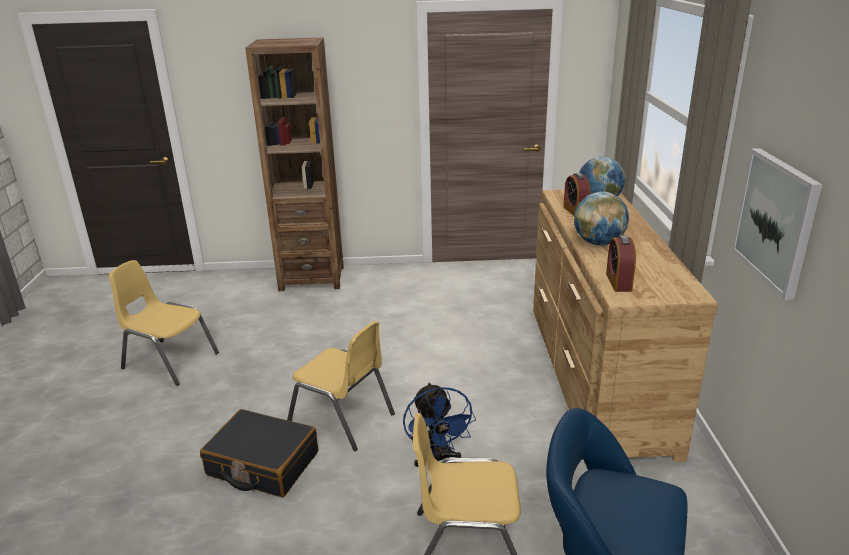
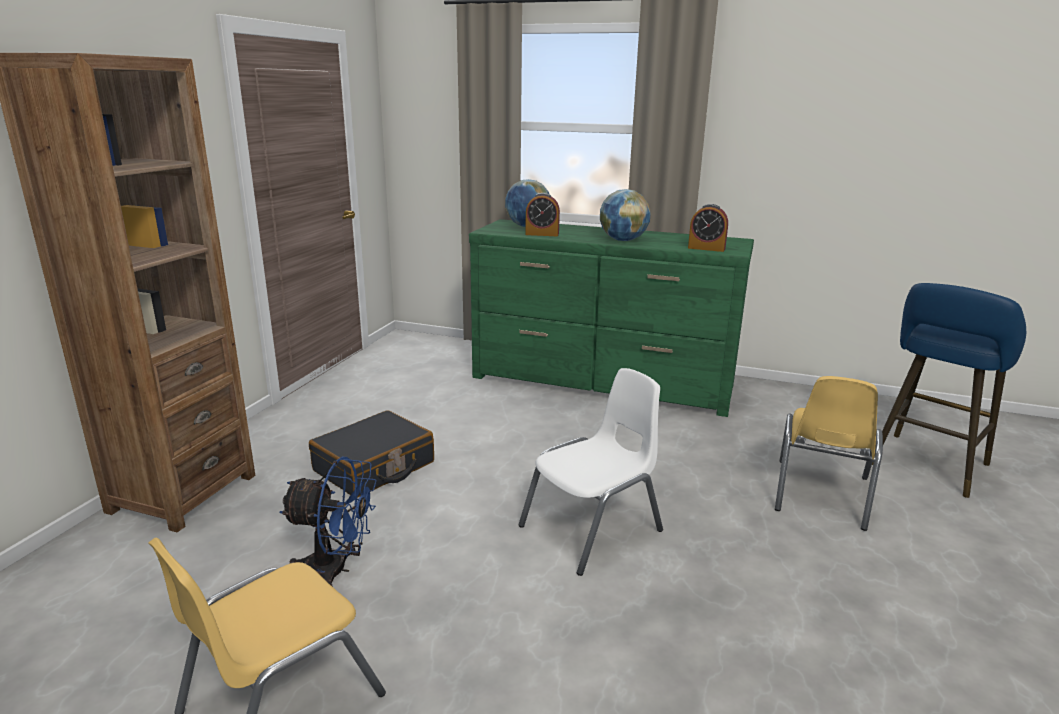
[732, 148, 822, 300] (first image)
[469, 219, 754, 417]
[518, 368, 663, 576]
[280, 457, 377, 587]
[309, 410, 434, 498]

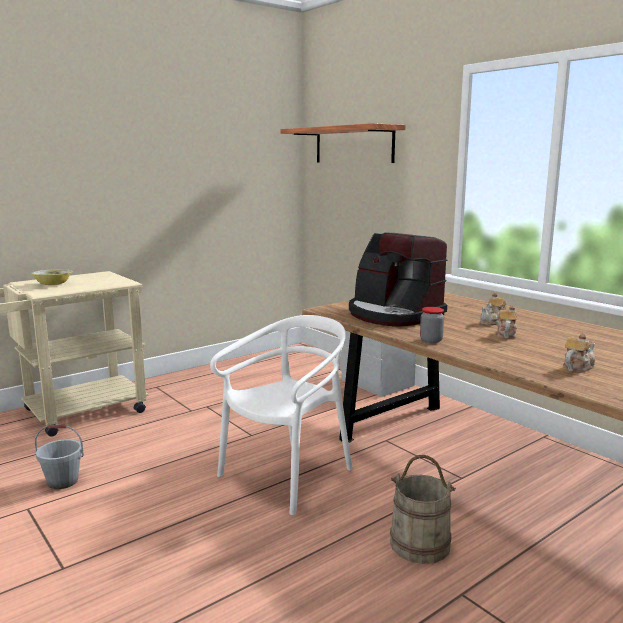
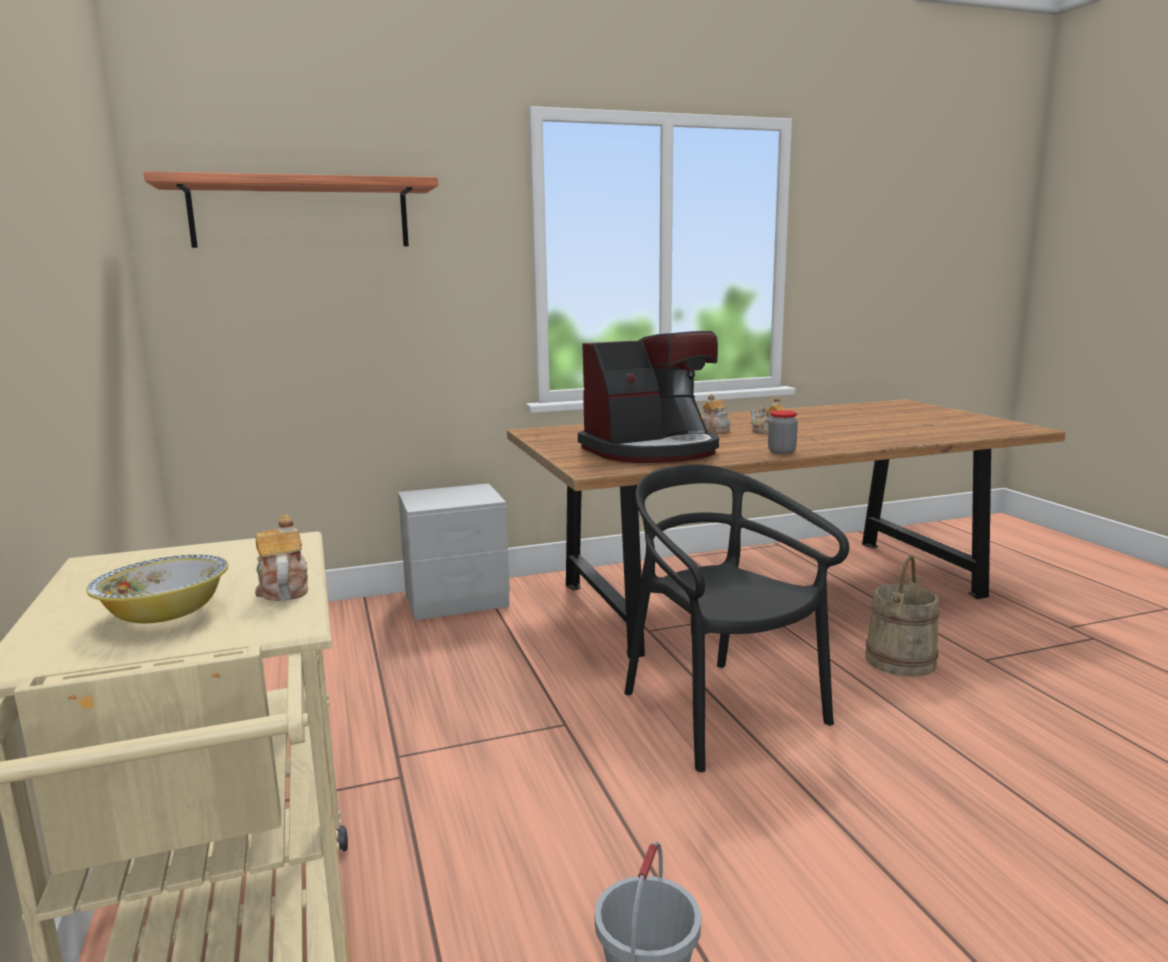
[625, 464, 849, 772]
[255, 515, 308, 601]

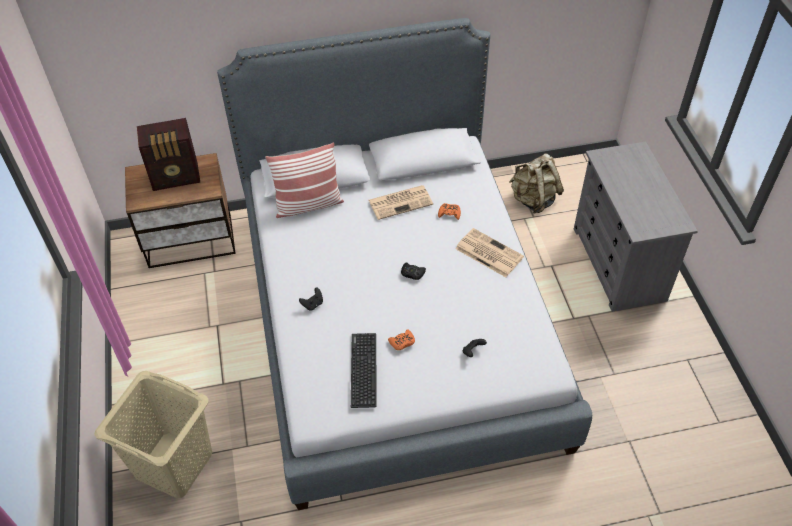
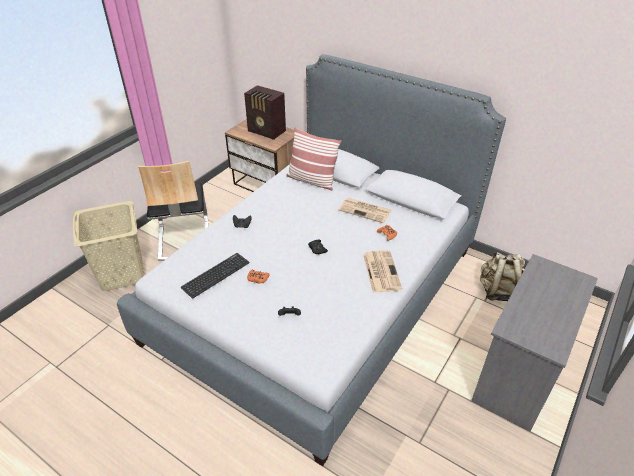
[138, 161, 209, 261]

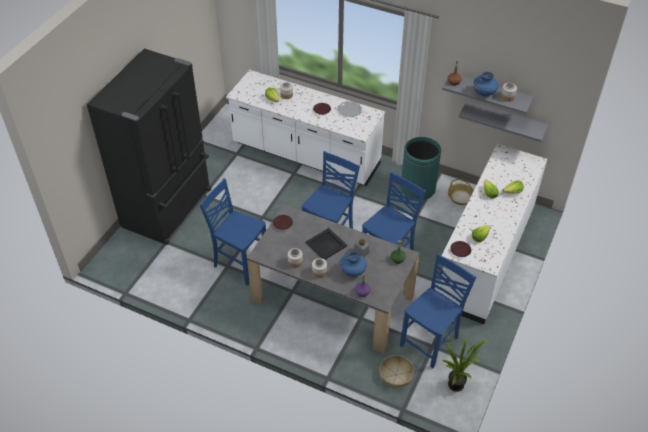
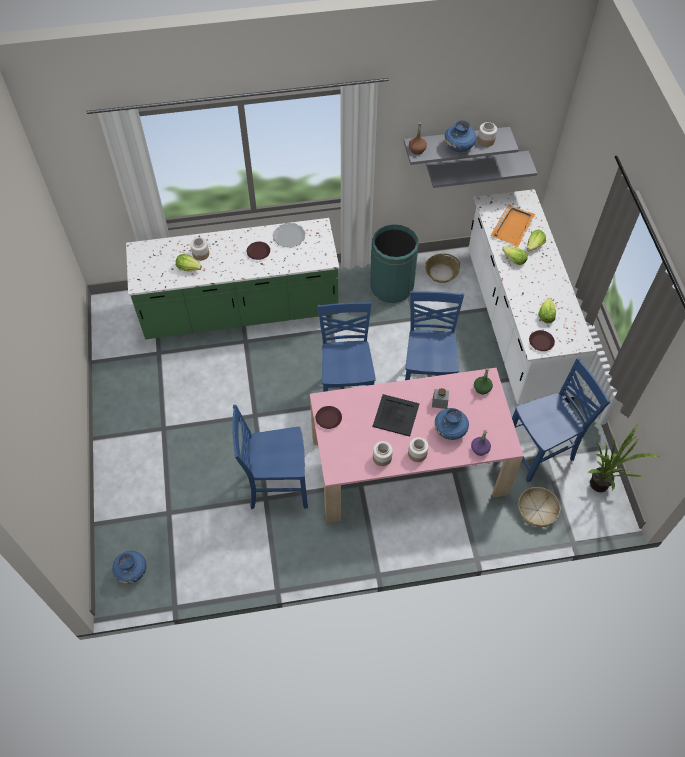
[87, 49, 211, 245] (first image)
[126, 218, 339, 339]
[310, 368, 523, 523]
[512, 357, 610, 482]
[491, 204, 535, 247]
[112, 551, 147, 584]

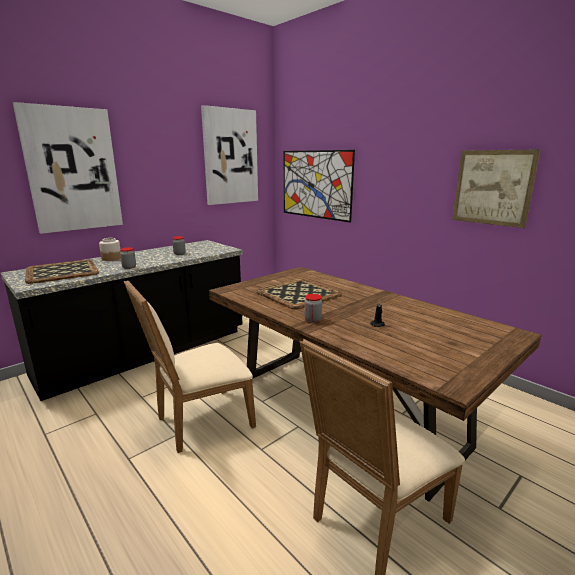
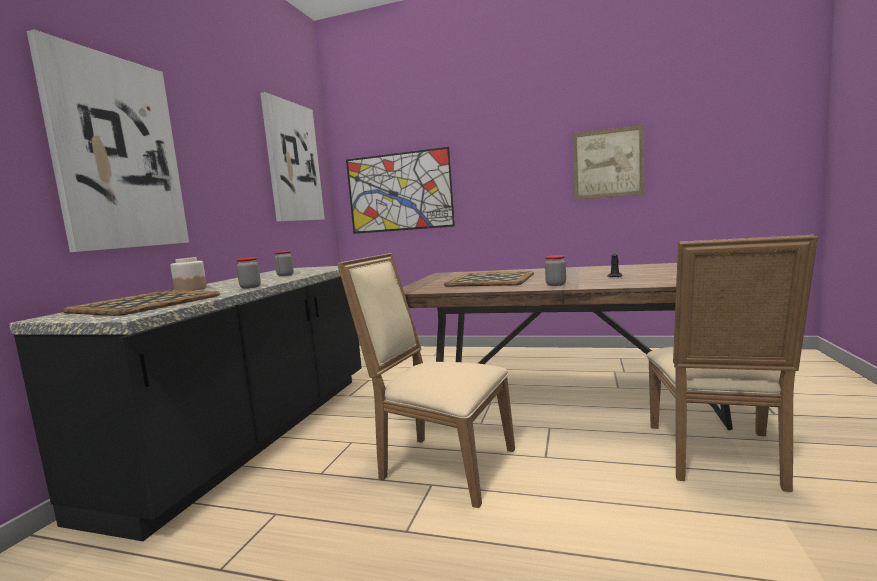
[337, 253, 515, 508]

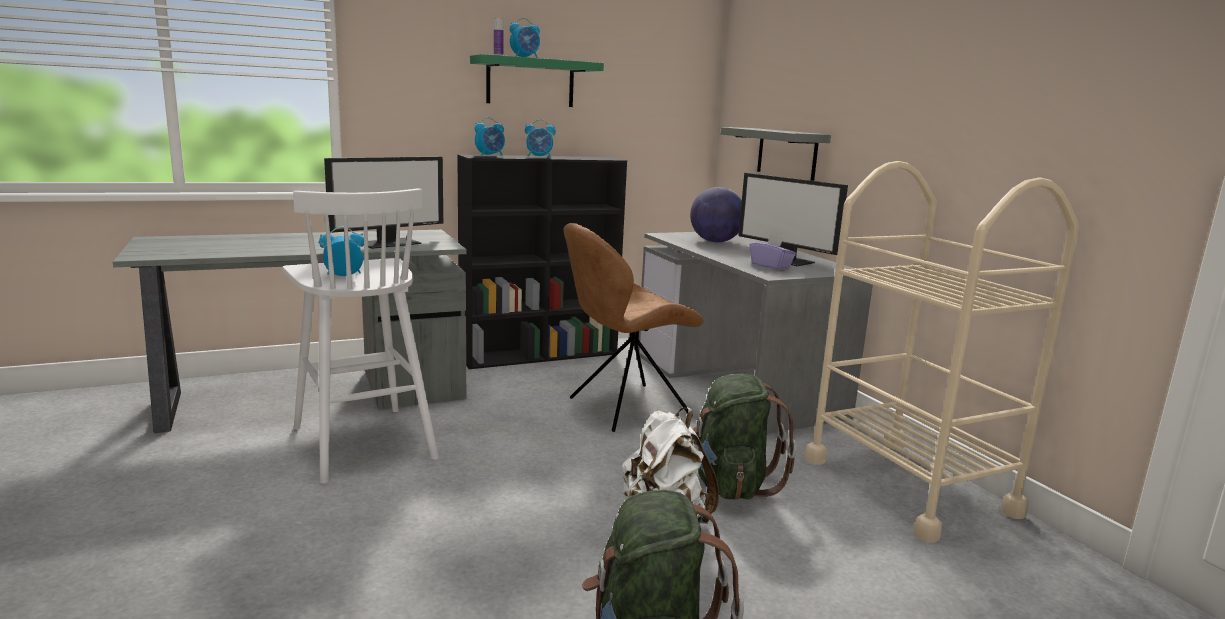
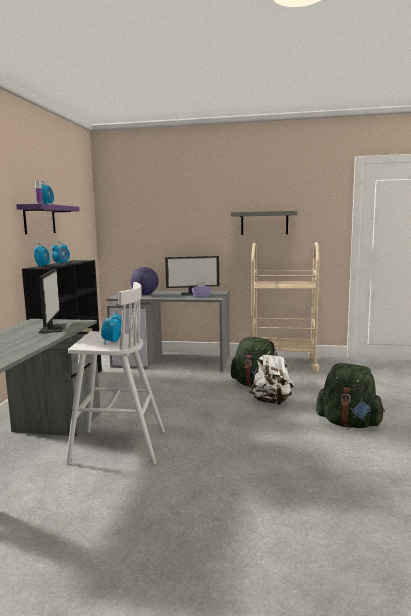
[16, 204, 79, 234]
[231, 211, 297, 235]
[564, 223, 704, 432] (first image)

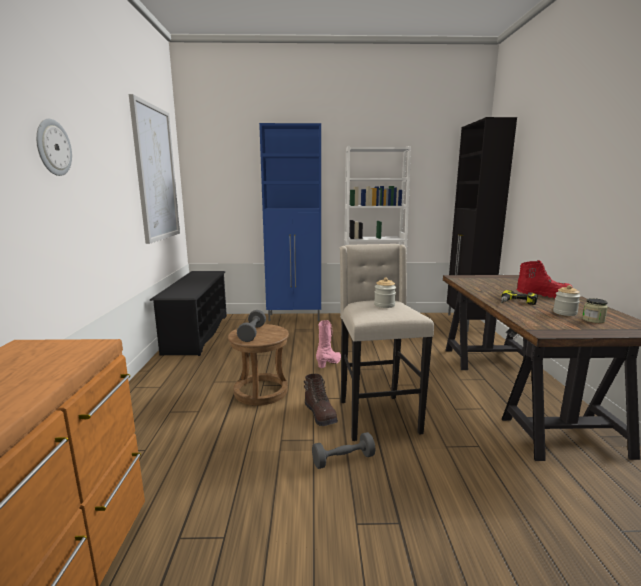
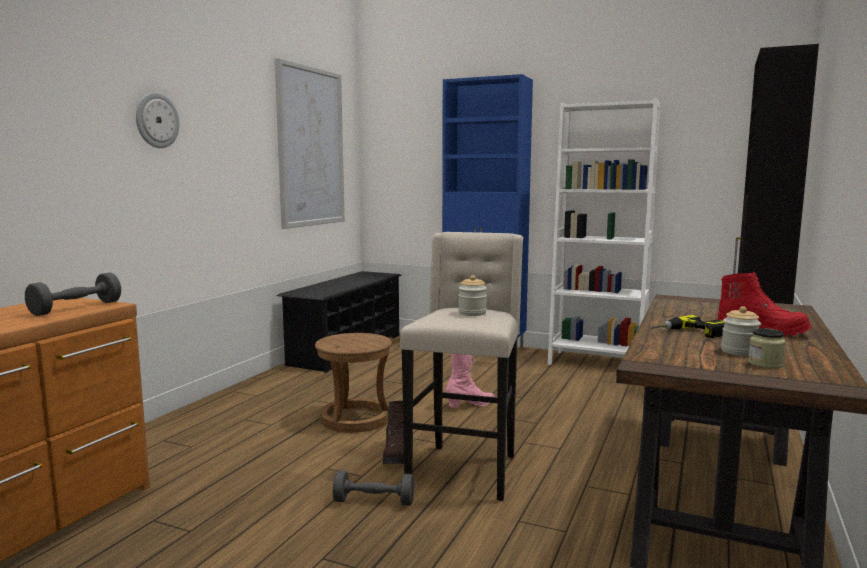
[25, 272, 121, 316]

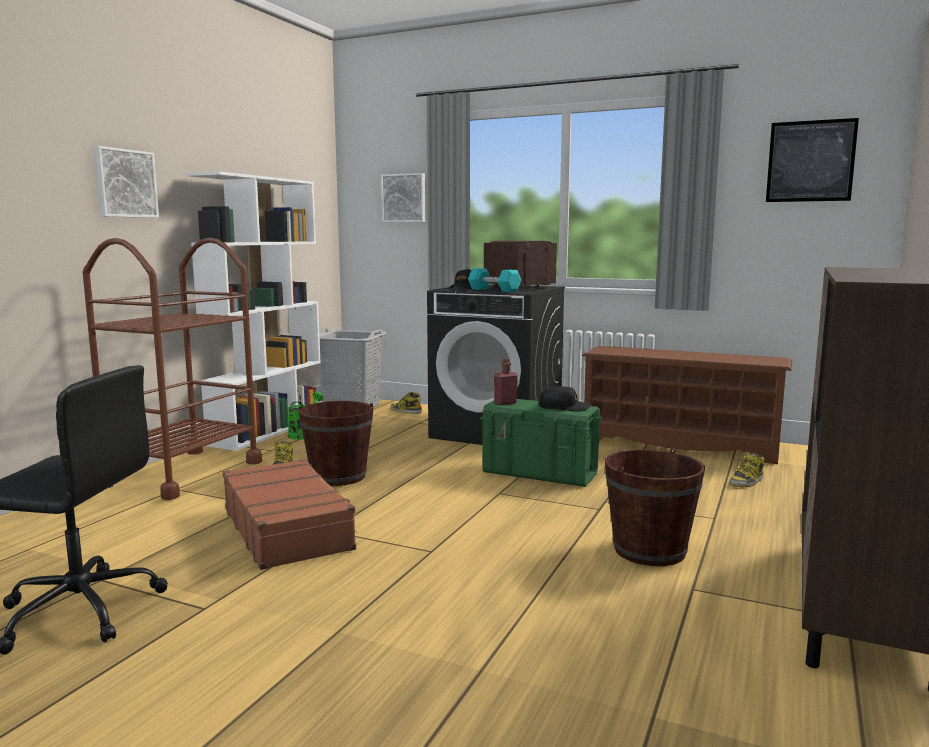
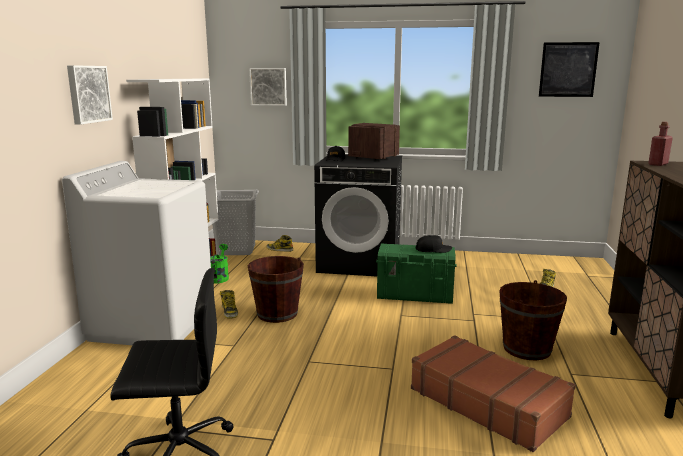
[62, 161, 211, 345]
[468, 268, 521, 292] (first image)
[582, 346, 792, 464] (first image)
[649, 122, 673, 166]
[411, 335, 576, 452]

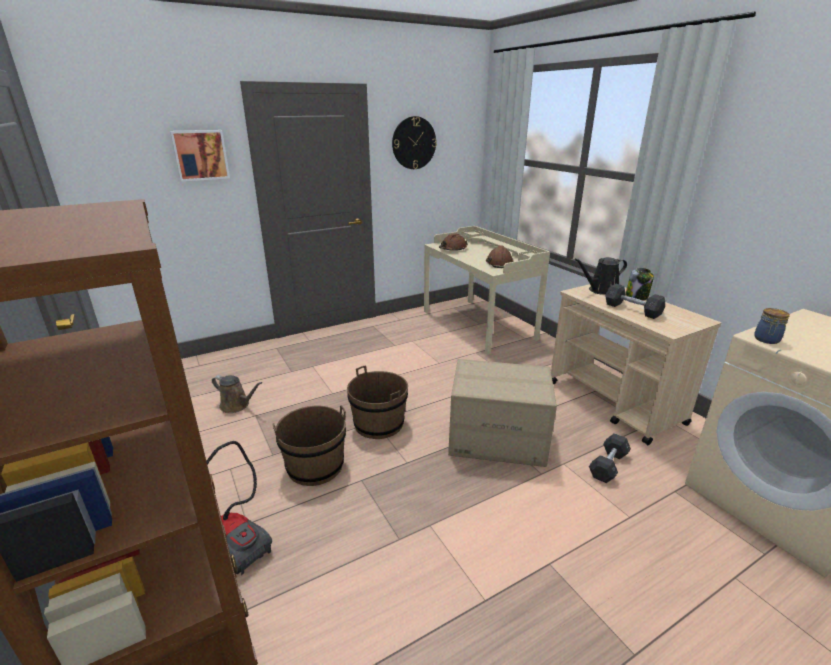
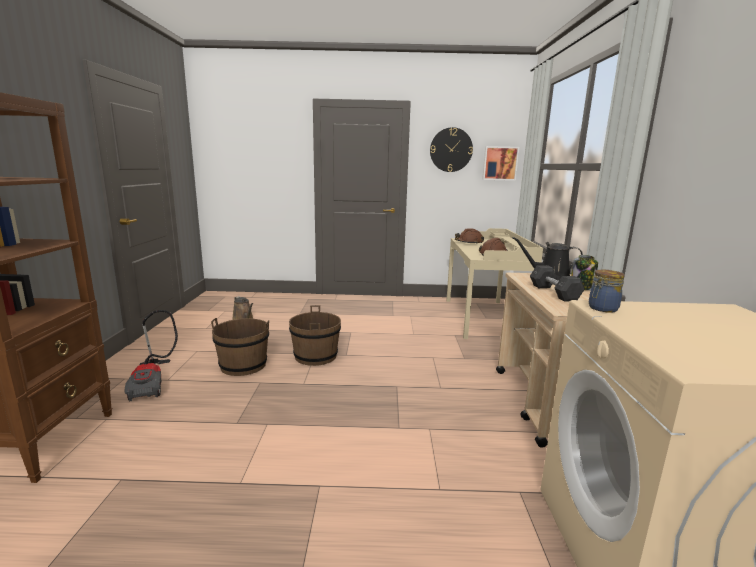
[482, 146, 519, 181]
[448, 359, 557, 467] (first image)
[589, 433, 631, 483] (first image)

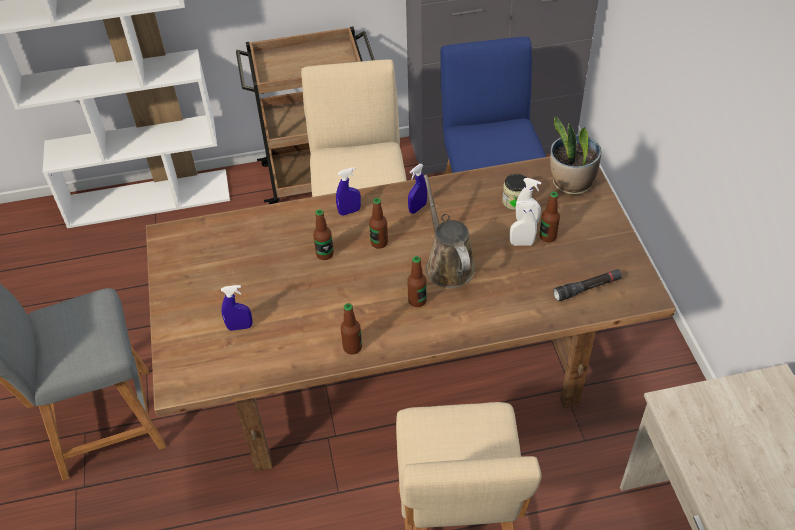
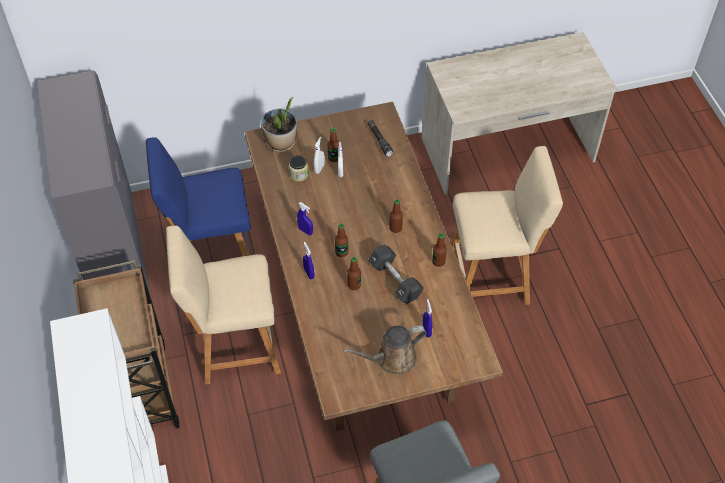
[343, 325, 426, 374]
[368, 245, 423, 304]

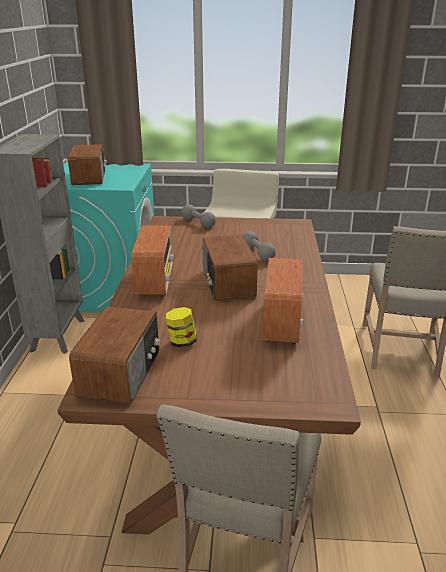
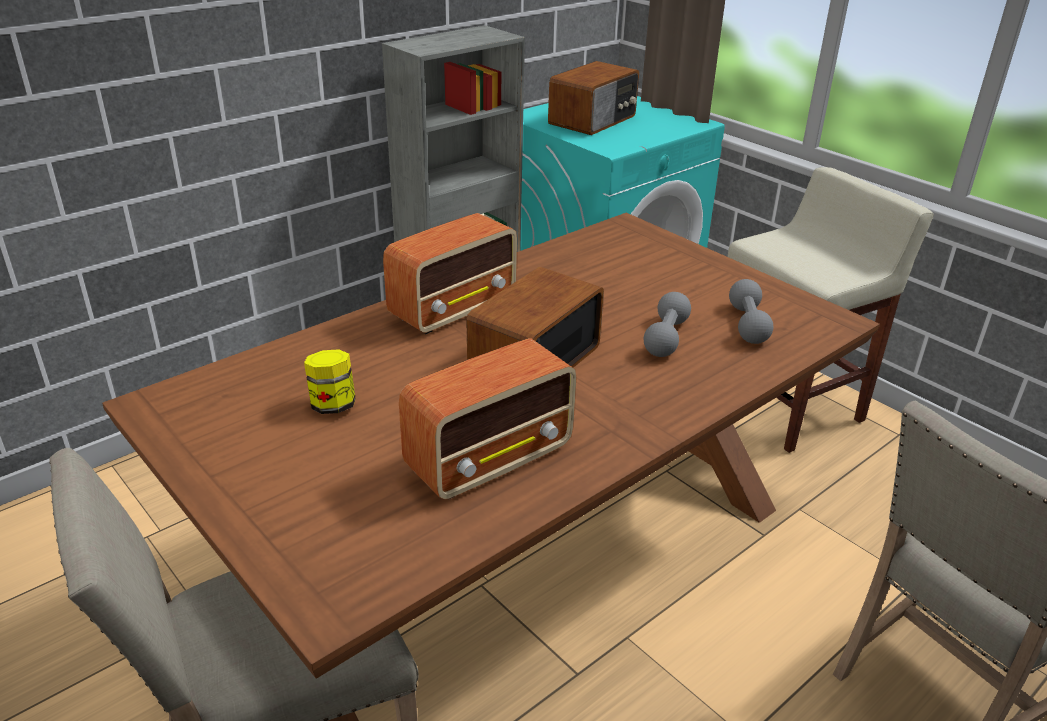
[729, 279, 773, 344]
[69, 306, 161, 405] (first image)

